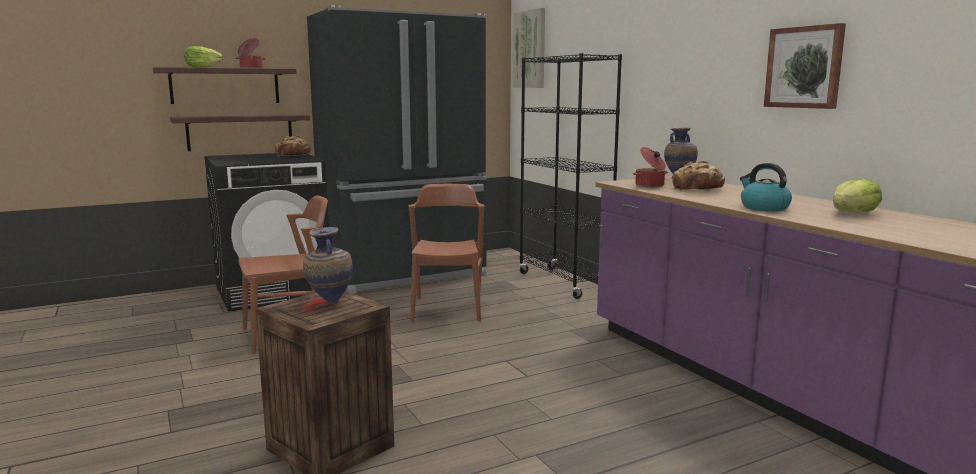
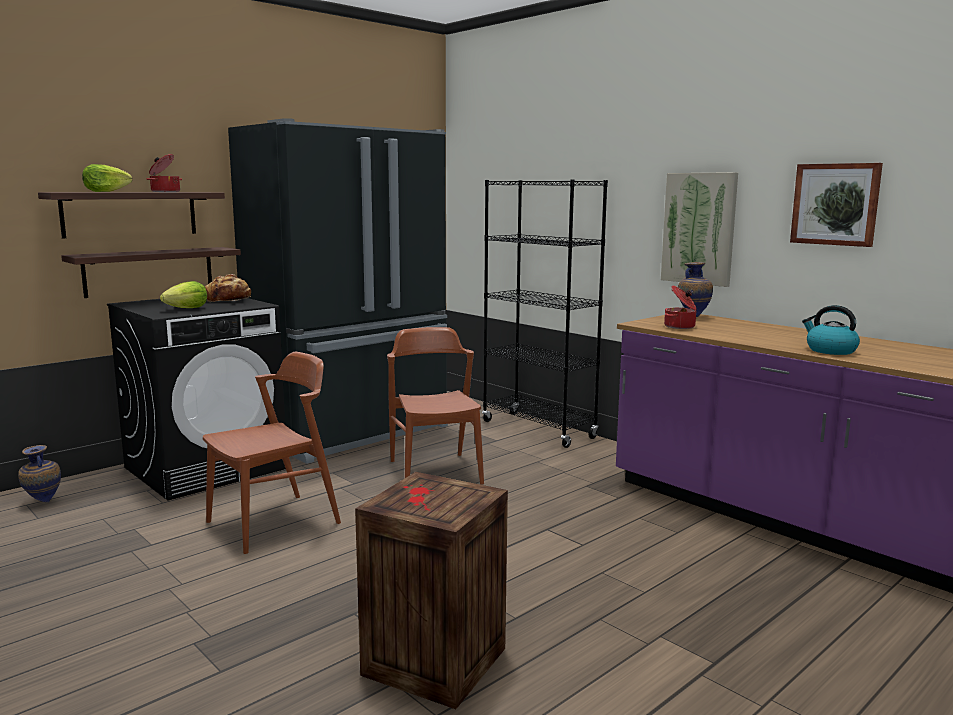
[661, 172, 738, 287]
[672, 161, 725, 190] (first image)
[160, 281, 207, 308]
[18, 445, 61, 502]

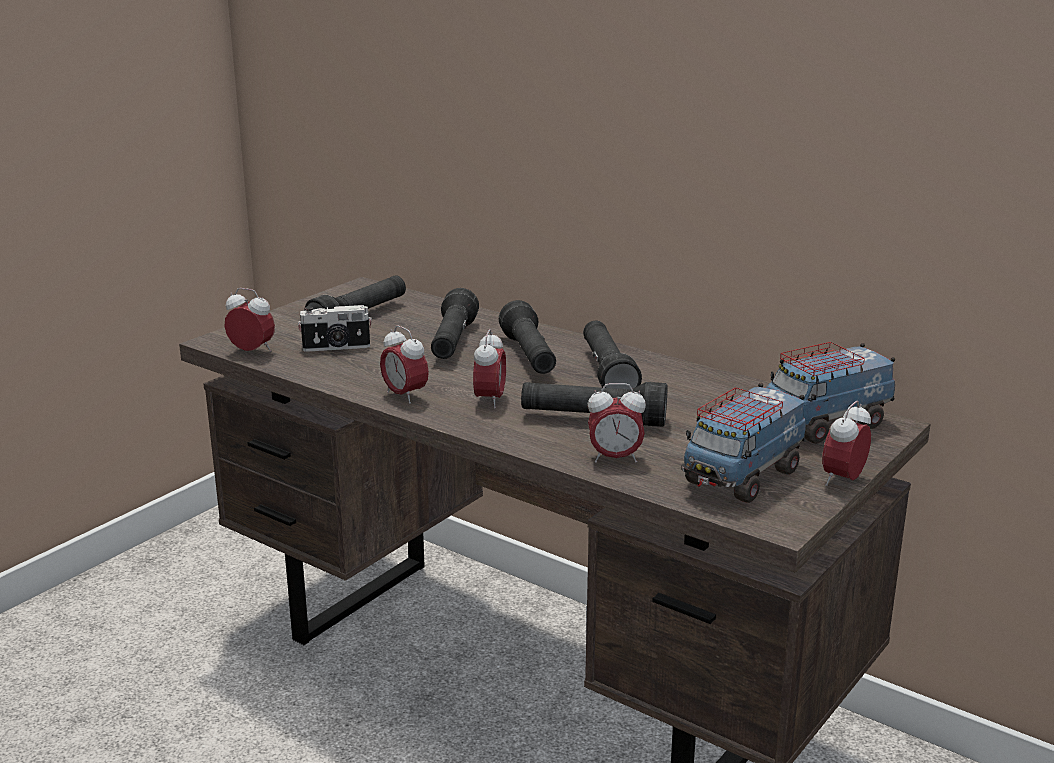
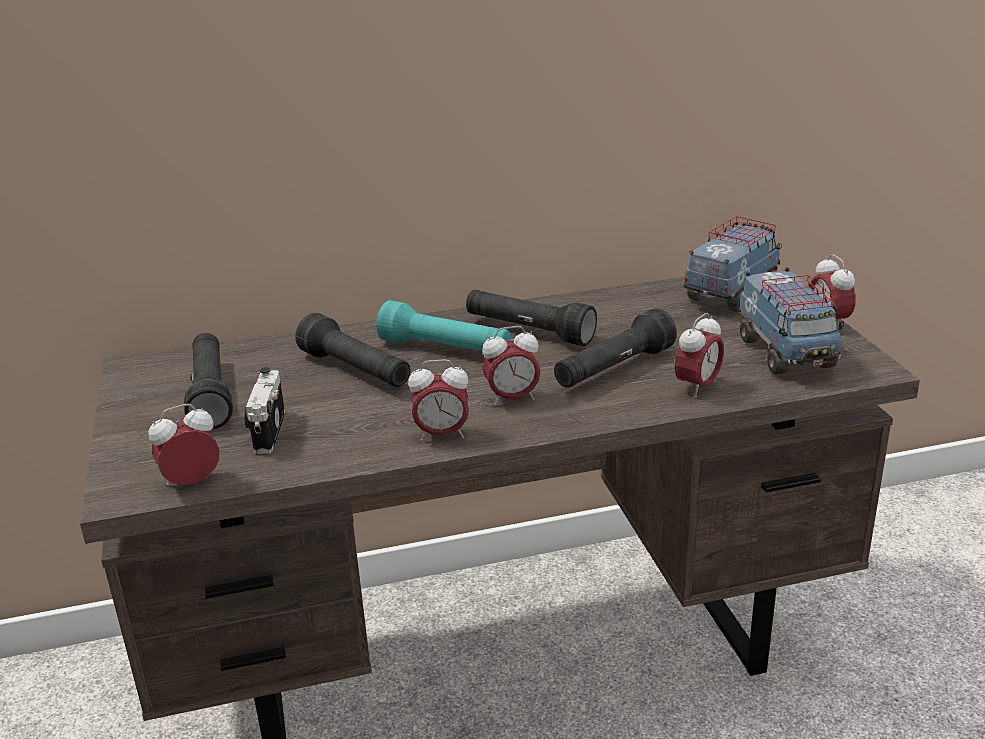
[376, 300, 512, 351]
[244, 367, 285, 454]
[482, 326, 541, 406]
[684, 216, 782, 312]

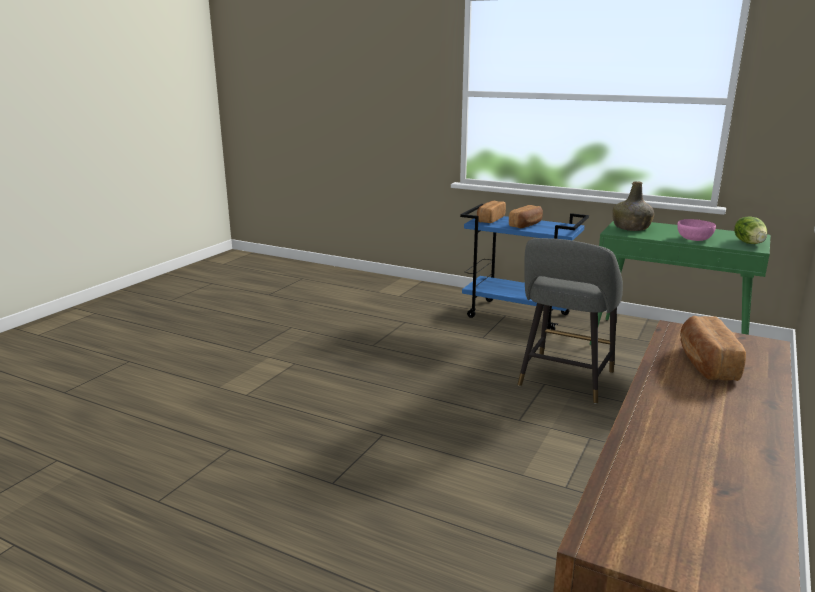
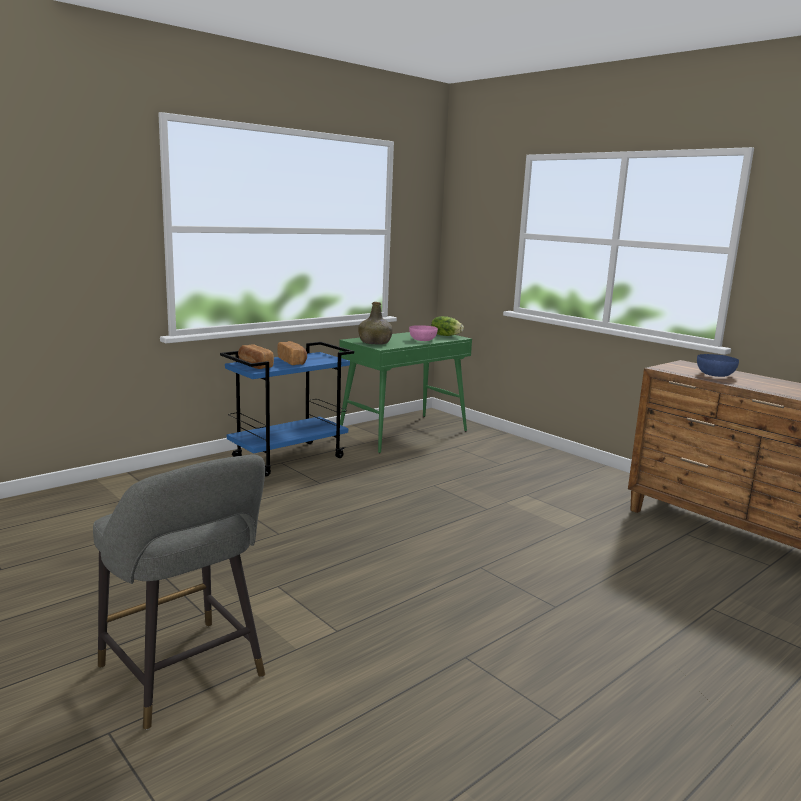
[93, 454, 265, 730]
[697, 354, 739, 377]

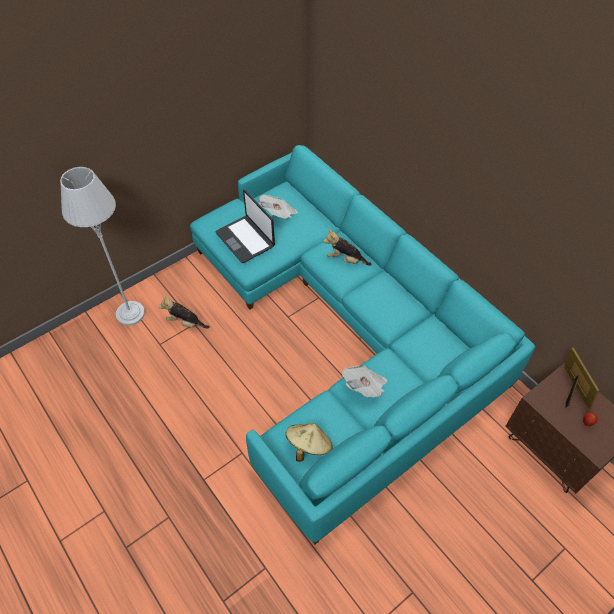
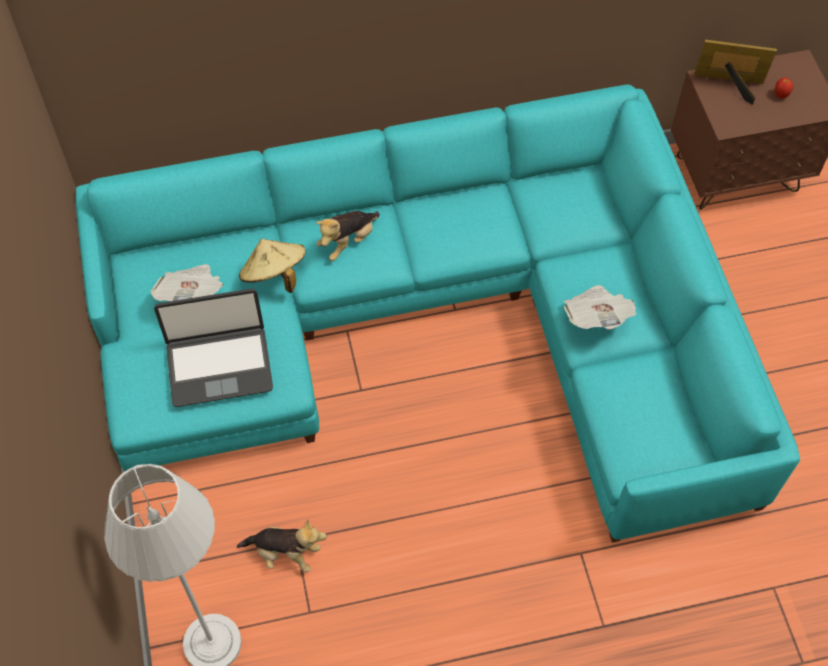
[237, 519, 327, 572]
[239, 239, 306, 293]

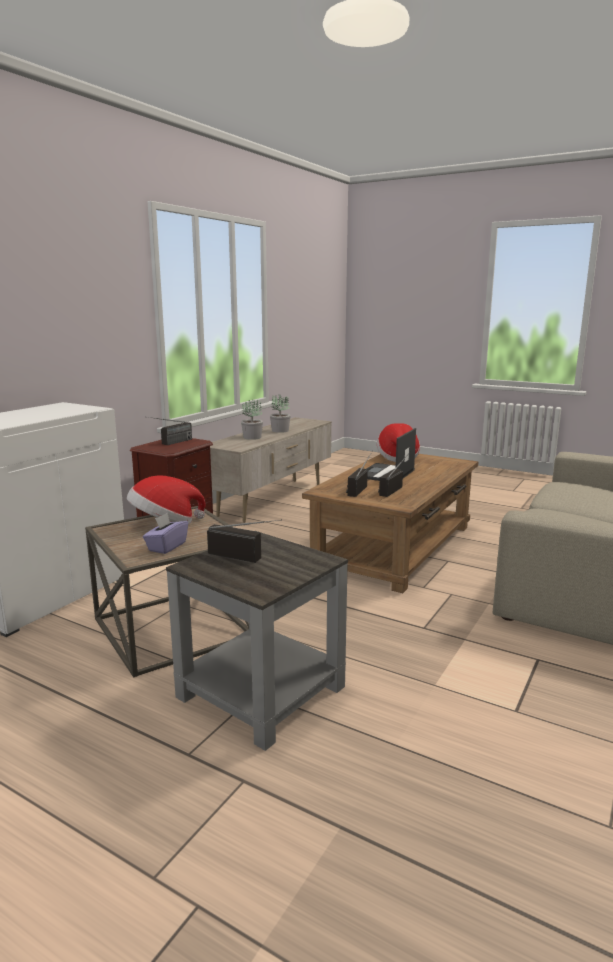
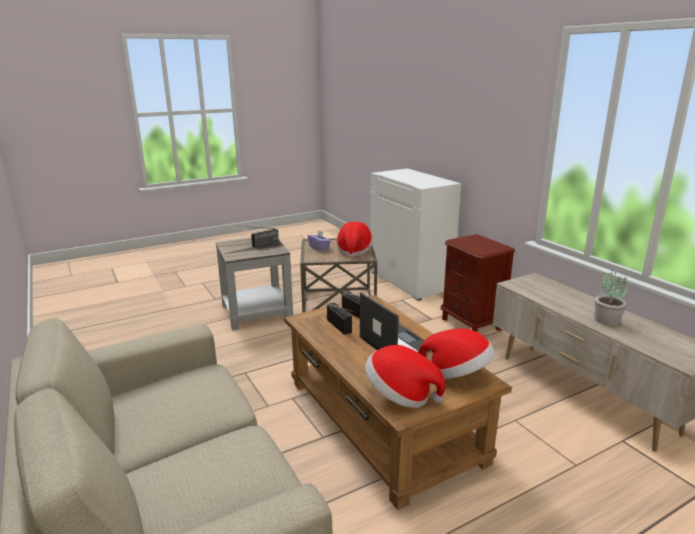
[241, 399, 263, 440] (first image)
[149, 417, 192, 445] (first image)
[365, 345, 445, 408]

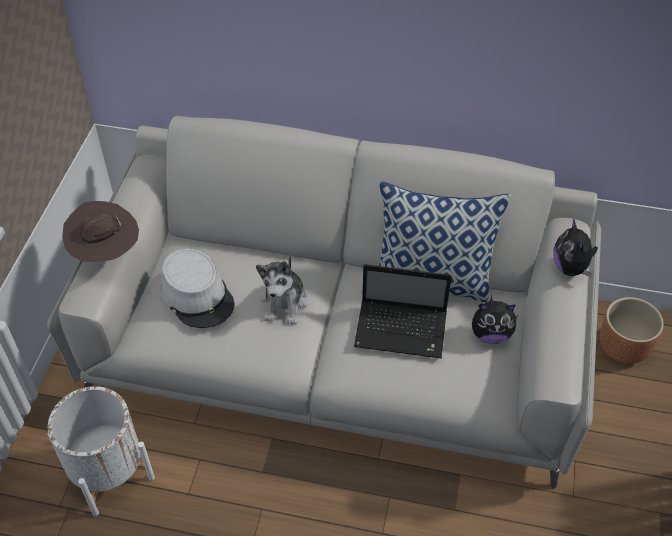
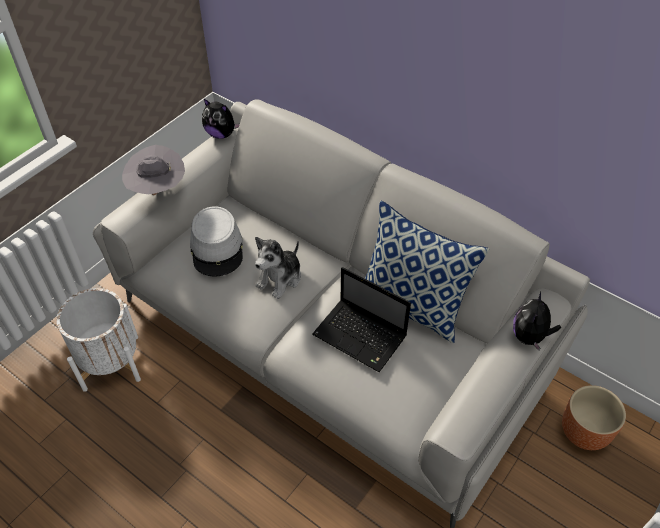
[122, 145, 185, 195]
[202, 99, 240, 139]

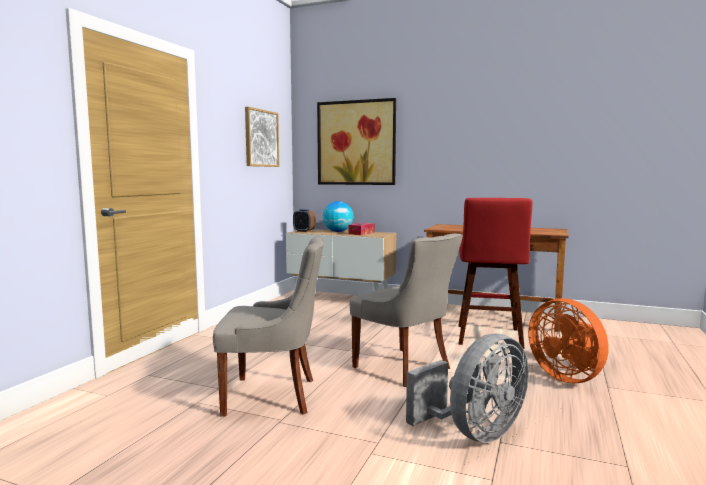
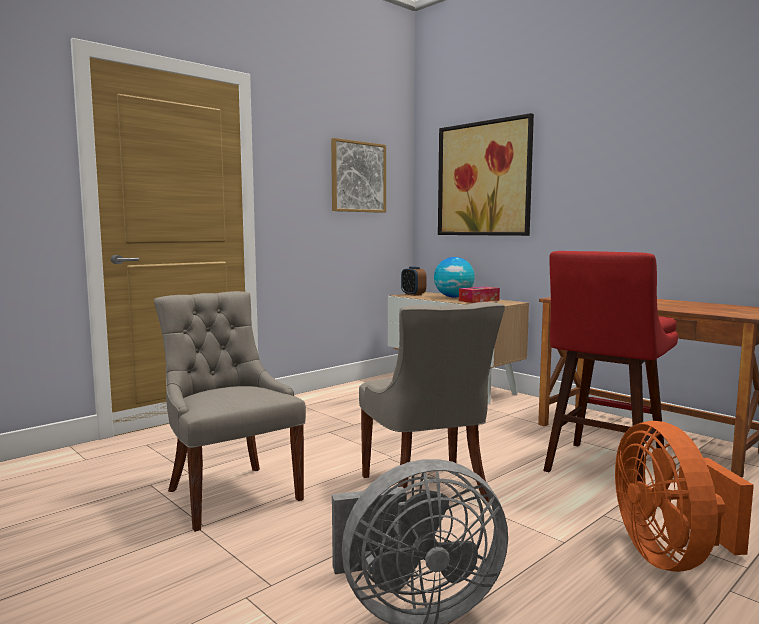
[154, 291, 306, 532]

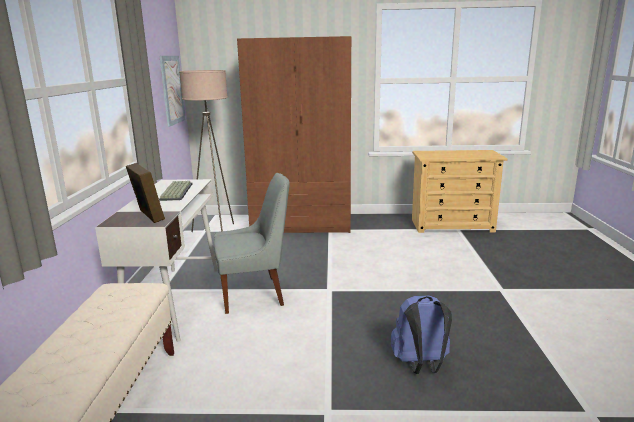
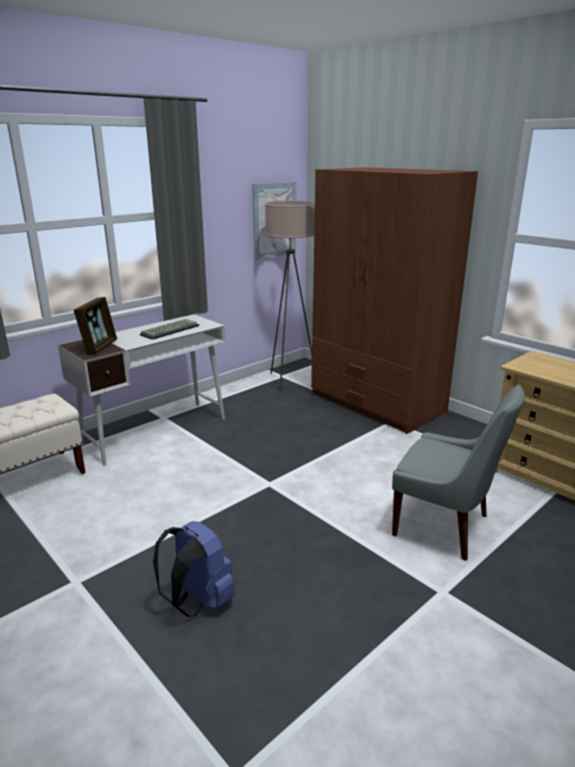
[392, 385, 525, 561]

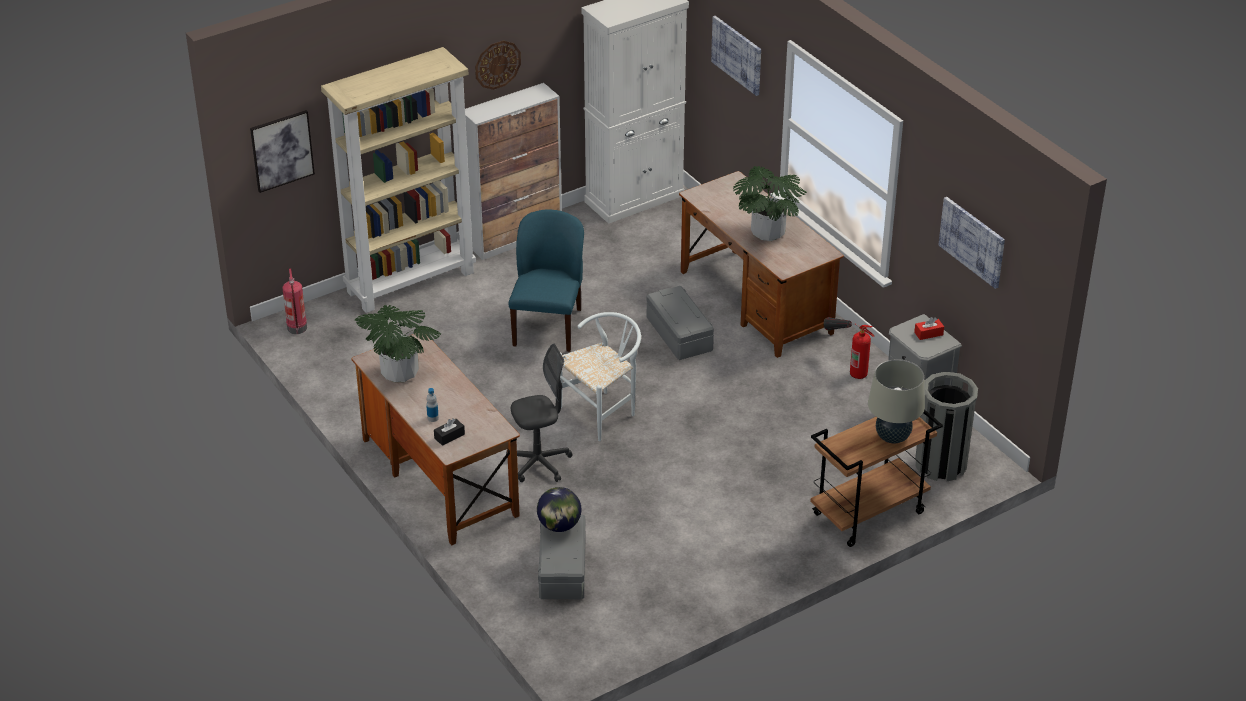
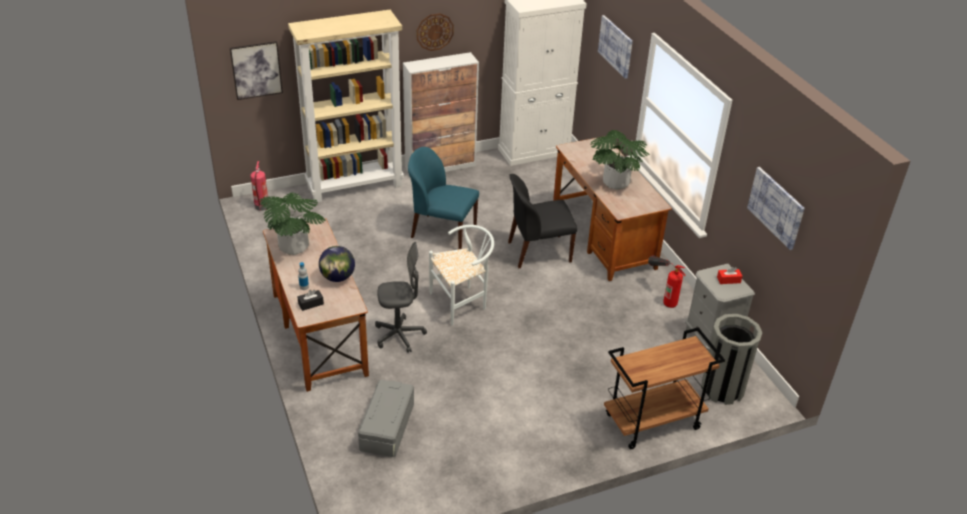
[408, 147, 479, 250]
[508, 174, 577, 268]
[868, 359, 925, 443] (first image)
[319, 246, 355, 282]

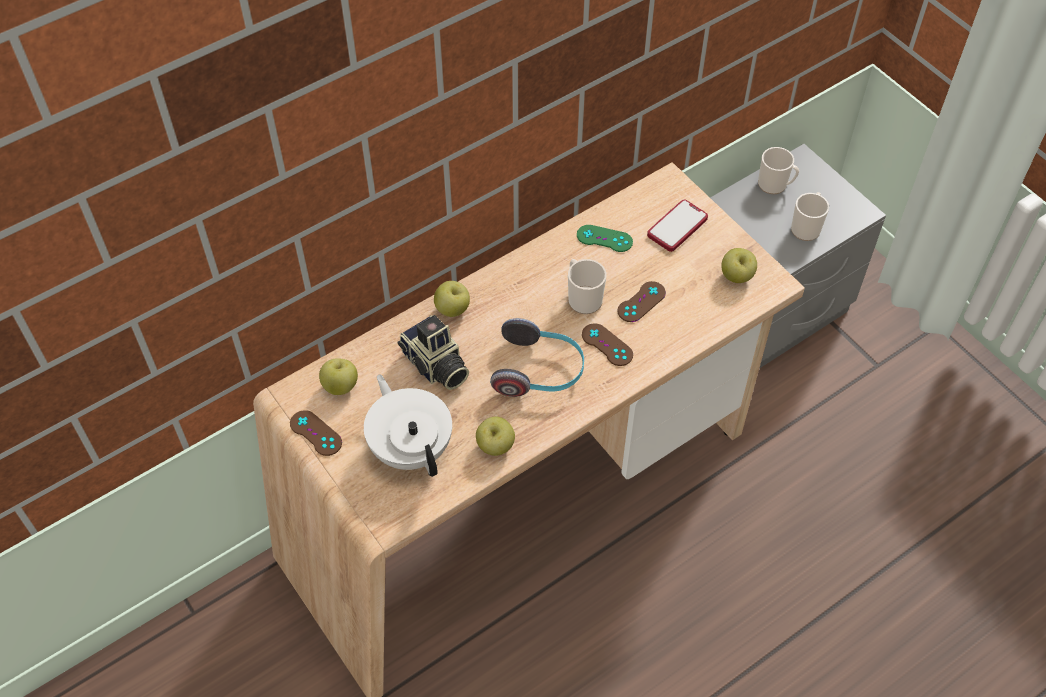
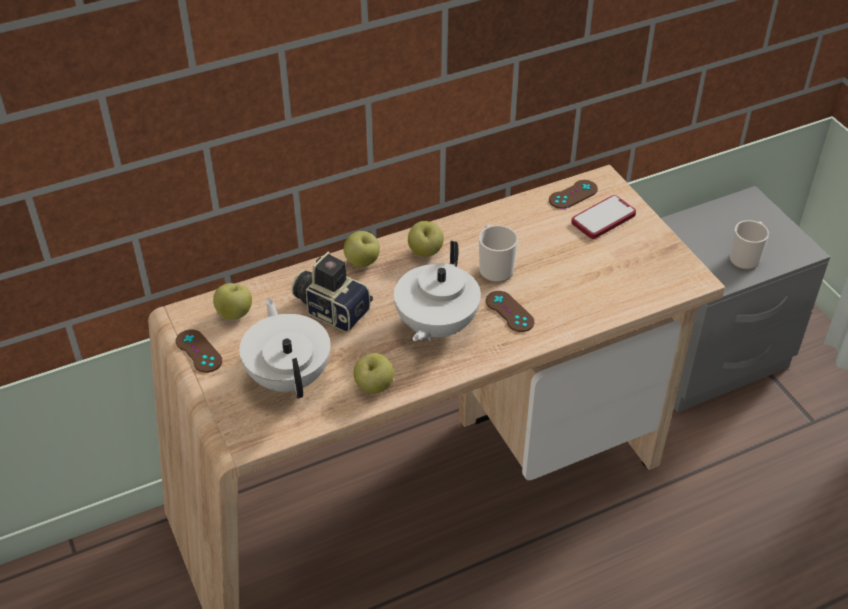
[758, 147, 799, 194] (first image)
[577, 225, 633, 252] (first image)
[408, 221, 444, 257]
[549, 180, 598, 209]
[292, 252, 373, 333]
[394, 241, 481, 341]

